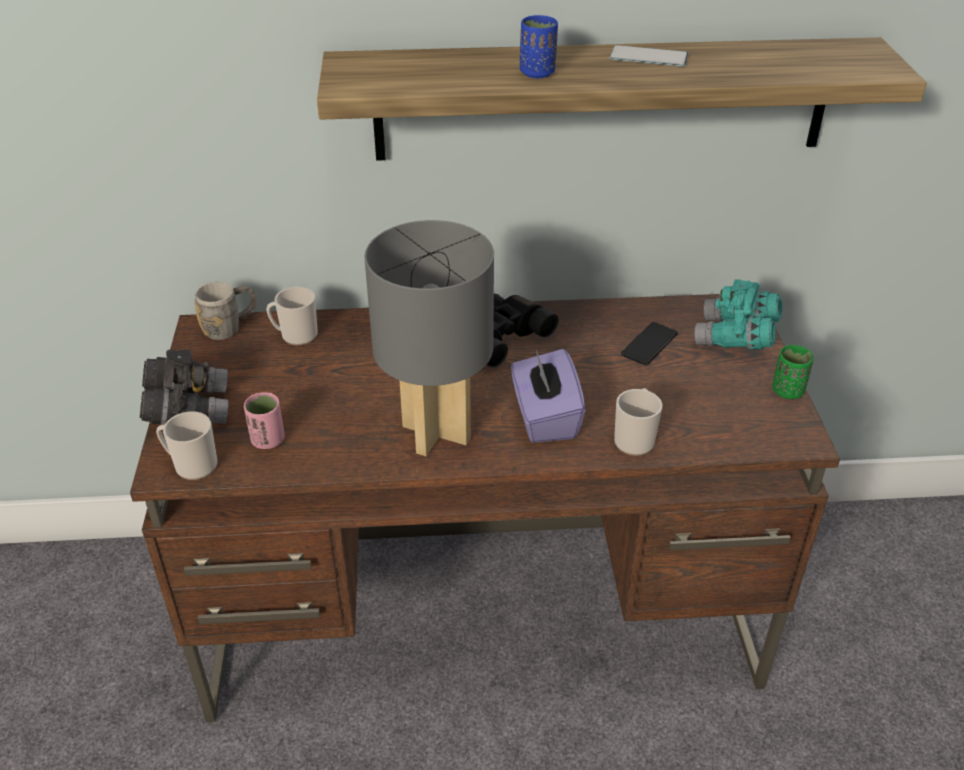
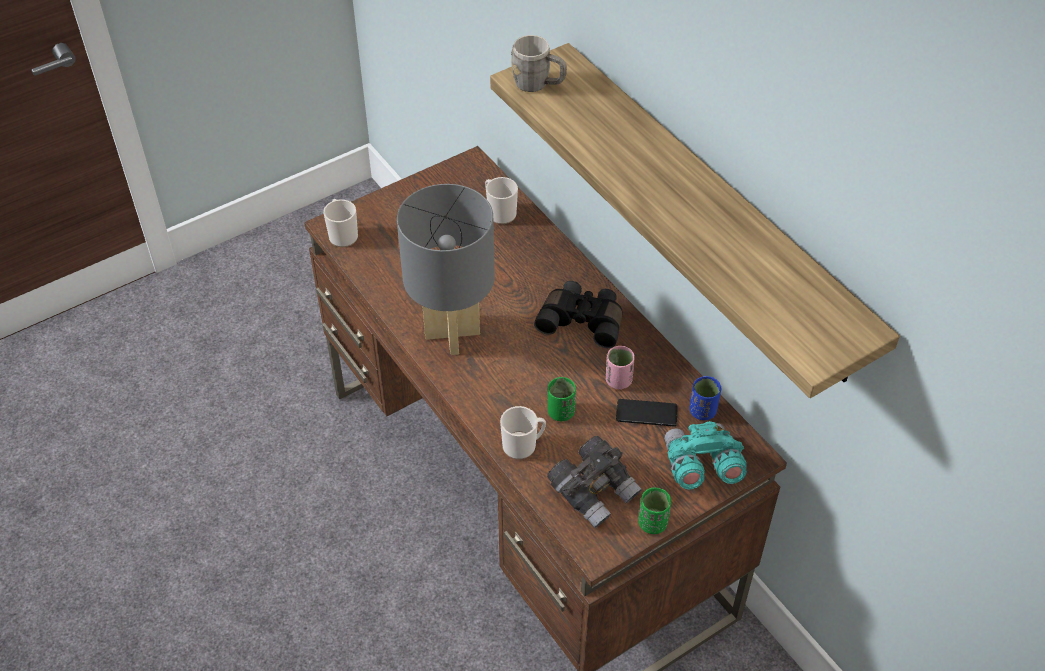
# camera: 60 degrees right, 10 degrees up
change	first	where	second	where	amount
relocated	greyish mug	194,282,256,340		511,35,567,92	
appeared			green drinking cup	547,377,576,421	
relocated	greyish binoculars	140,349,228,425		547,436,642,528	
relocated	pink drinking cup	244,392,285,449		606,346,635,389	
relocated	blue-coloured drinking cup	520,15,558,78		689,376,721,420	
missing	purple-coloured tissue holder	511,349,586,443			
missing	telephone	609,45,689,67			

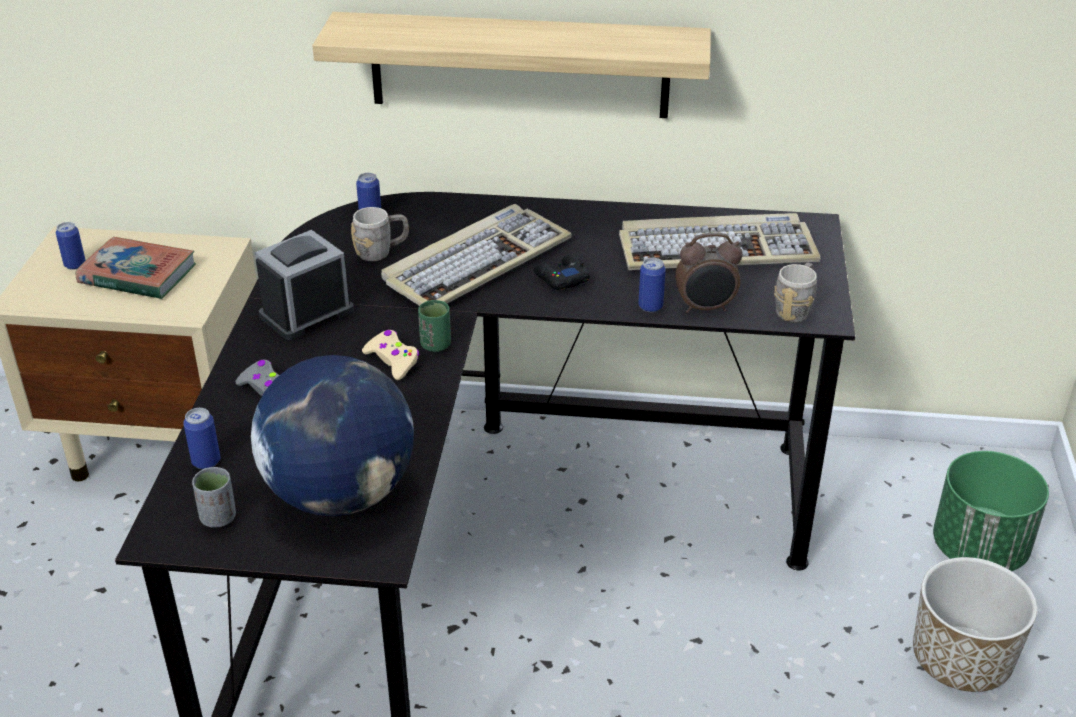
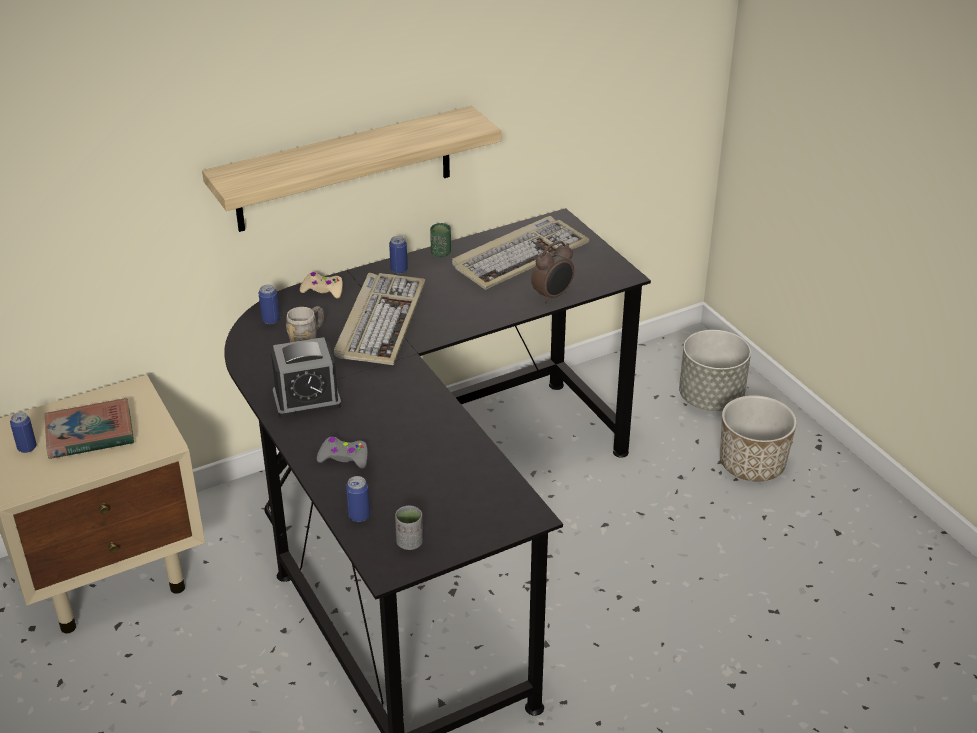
# camera: 35 degrees left, 0 degrees up
change	first	where	second	where	amount
spun	bedside clock	255,230,354,340		271,337,342,418	120 degrees counterclockwise
relocated	sand-coloured joypad	362,330,419,380		300,272,343,298	
relocated	sealed can	638,258,666,312		389,236,408,274	
relocated	green drinking cup	418,300,451,352		430,223,451,257	
colour	green flower pot	933,451,1049,571	greyish flower pot	679,330,751,411	
missing	world globe	251,355,414,516			
missing	black-coloured joypad	534,255,590,290			
missing	greyish mug	774,263,817,322			

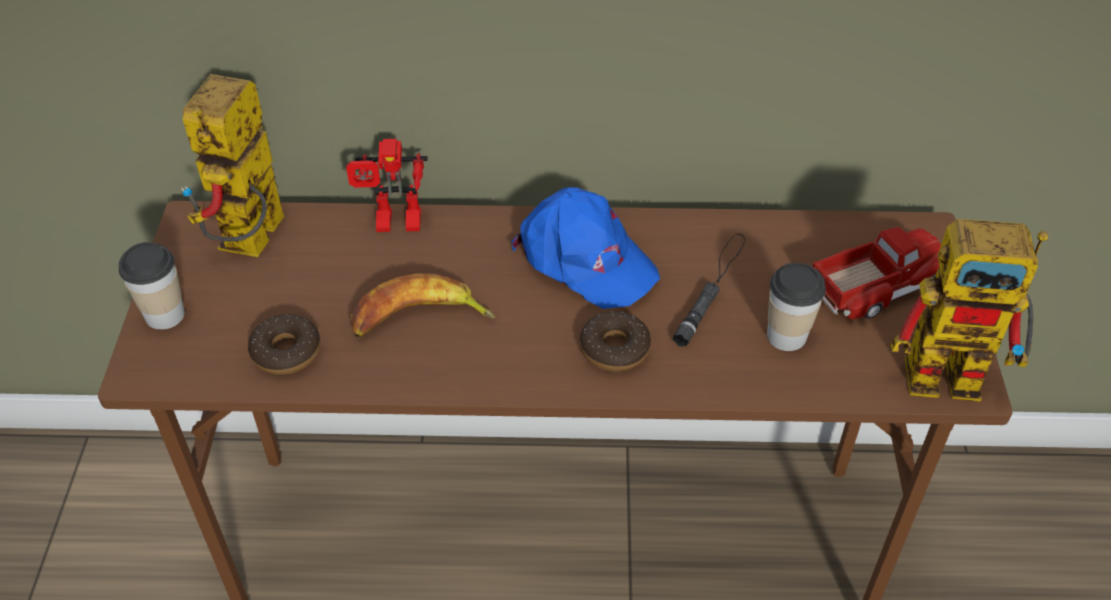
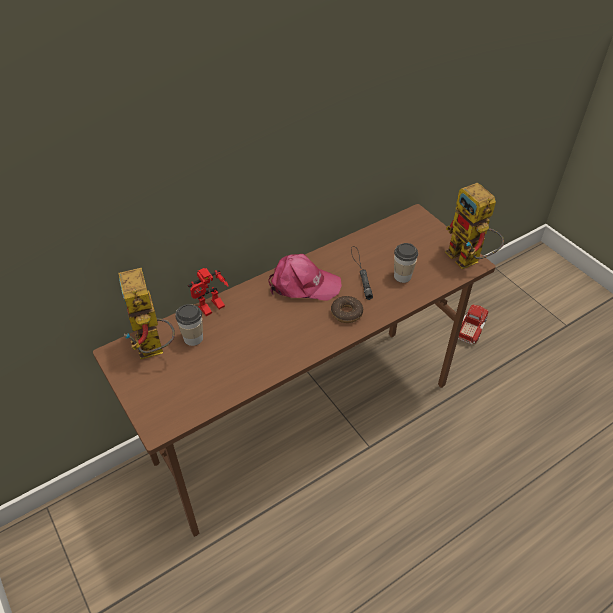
# camera: 35 degrees left, 0 degrees up
change	first	where	second	where	amount
relocated	drinking cup	119,242,185,330		175,304,203,346	
colour	blue-coloured baseball cap	511,187,660,309	pink baseball cap	268,254,342,301	
spun	model robot	891,219,1048,402		445,183,504,269	90 degrees clockwise
relocated	toy truck	813,227,941,319		458,304,488,344	
missing	donut	248,314,321,375			
missing	whole banana	351,273,495,338			

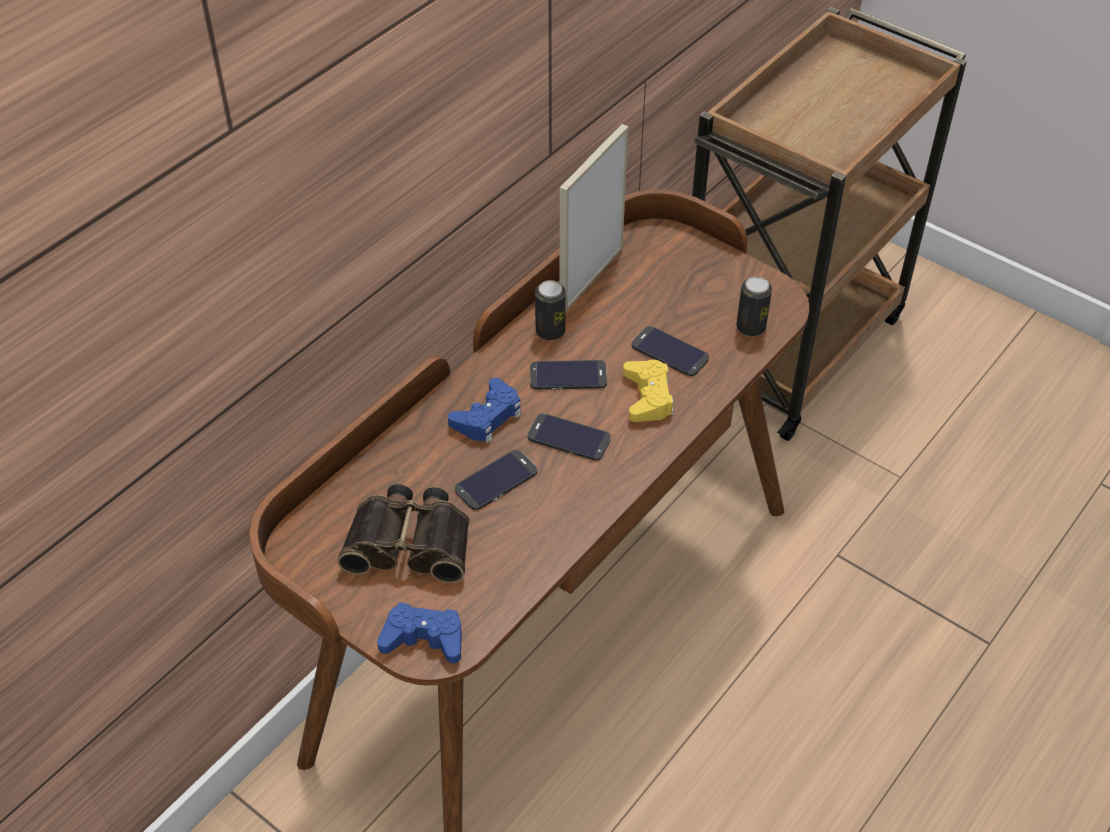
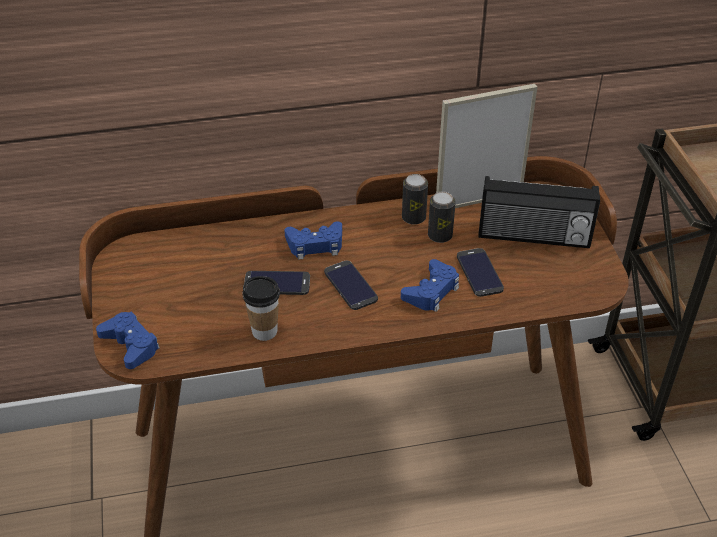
# camera: 40 degrees right, 5 degrees down
change	first	where	second	where	amount
appeared			drinking cup	242,276,280,341	
colour	yellowish joypad	623,360,674,422	blue-coloured joypad	401,259,459,312	
relocated	sealed can	736,276,772,336		428,191,456,243	
appeared			radio set	478,176,600,248	
missing	binoculars	337,484,469,583			
missing	telephone	530,360,607,390			

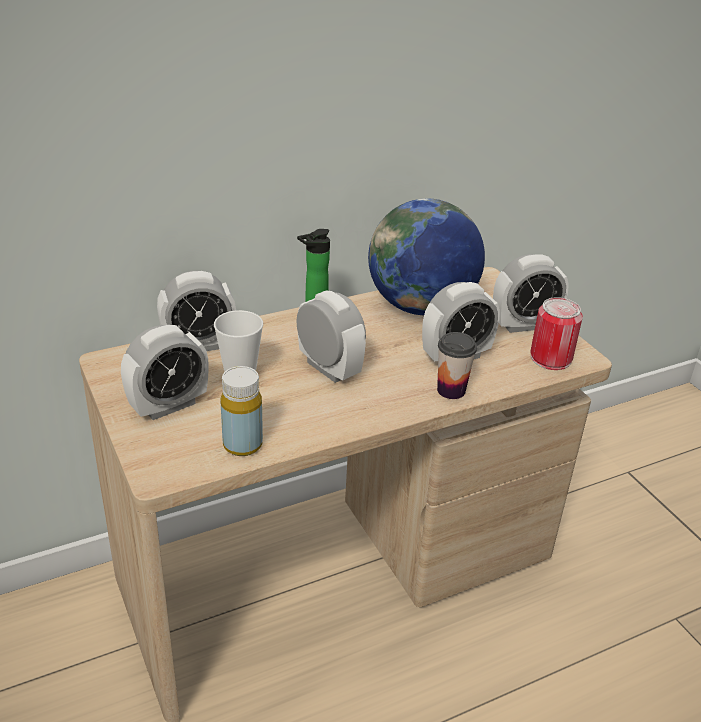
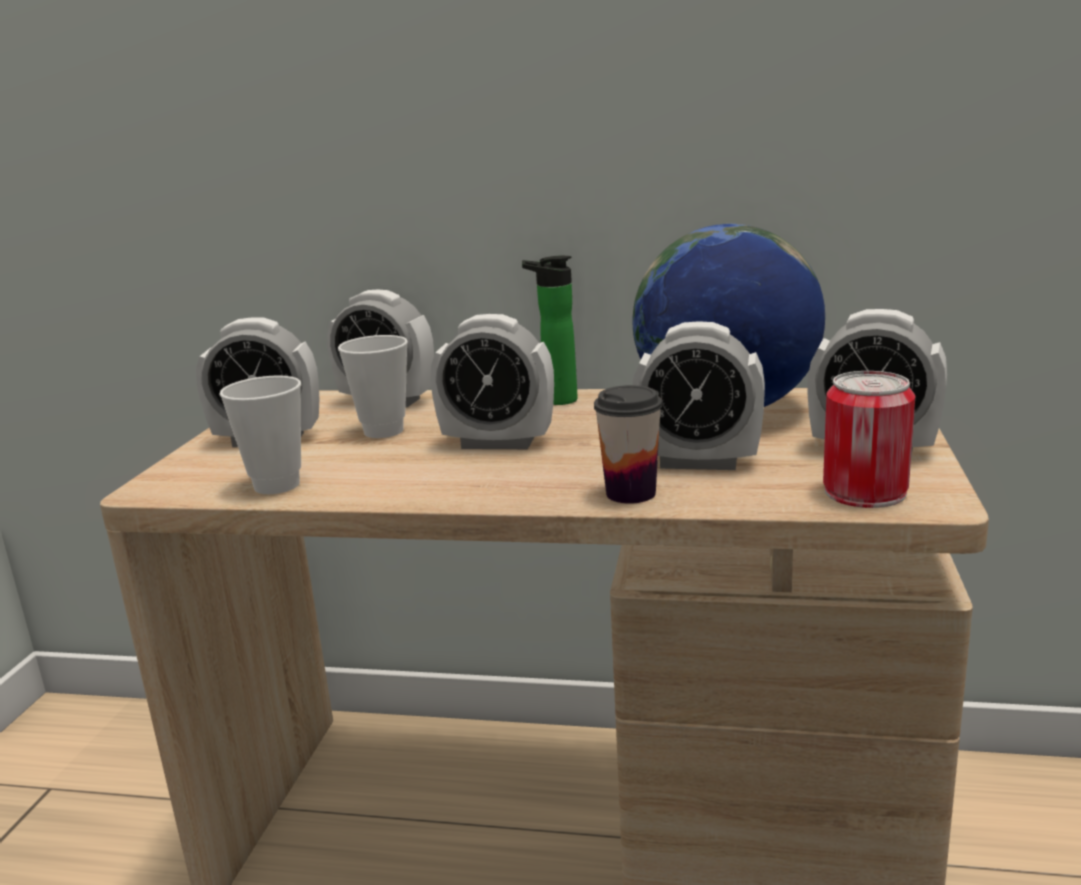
# camera: 40 degrees right, 15 degrees down
change	first	where	second	where	amount
exchanged	yellowish drink bottle	221,366,263,456	drinking cup	220,376,301,494	
spun	bedside clock	296,291,366,383		430,314,554,449	105 degrees clockwise

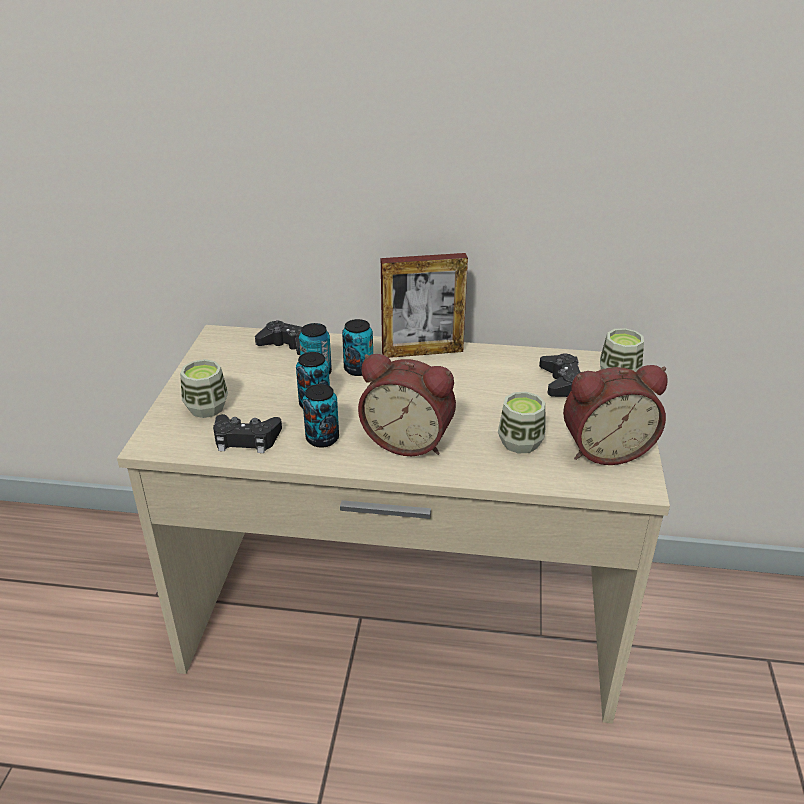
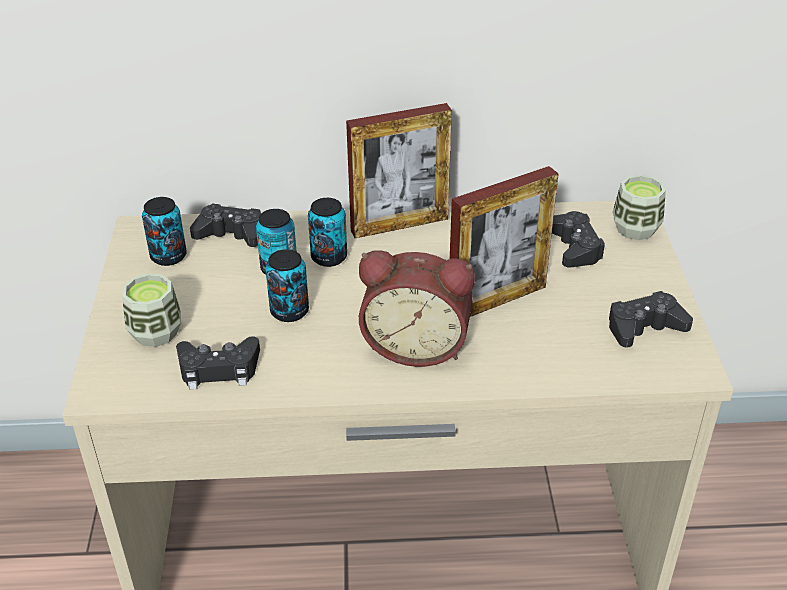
# camera: 10 degrees left, 5 degrees up
change	first	where	second	where	amount
relocated	sealed can	303,384,339,448		142,197,187,266	
appeared			standing frame	450,166,559,317	
exchanged	bedside clock	563,365,668,465	black-coloured joypad	609,291,693,347	
missing	drinking cup	498,392,545,454			

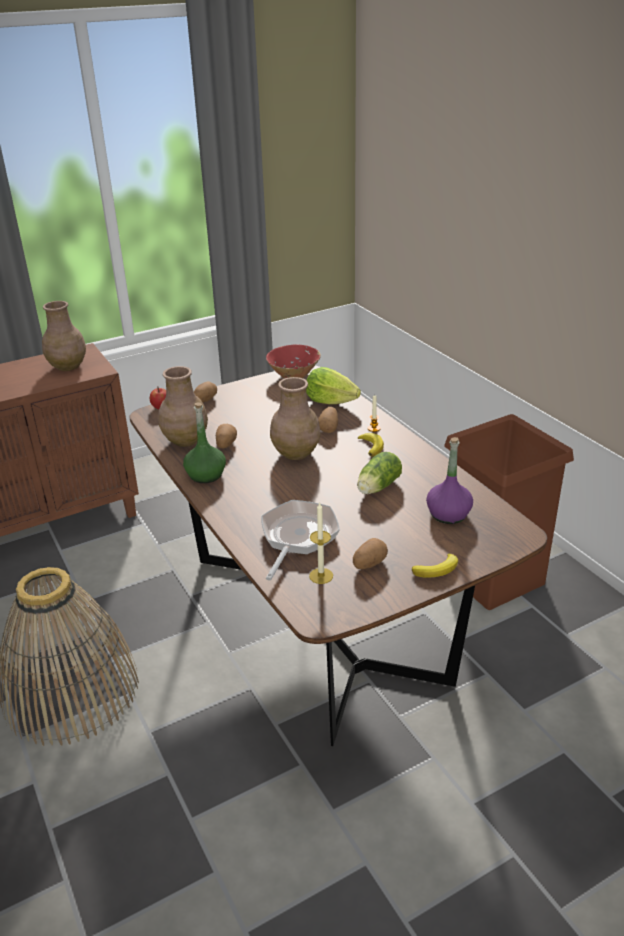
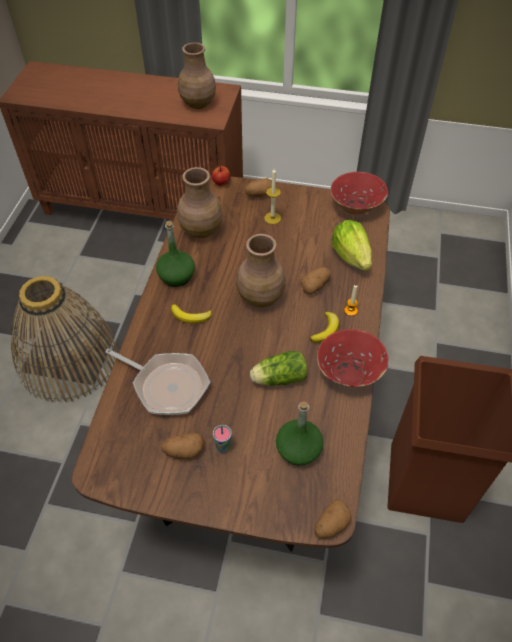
# camera: 40 degrees right, 20 degrees up
change	first	where	second	where	amount
spun	frying pan	261,500,340,581		105,349,210,415	60 degrees clockwise
relocated	whole banana	412,553,458,578		171,304,212,324	
appeared			drinking cup	213,425,232,453	
relocated	wax candle	309,502,333,584		264,169,281,224	
colour	purple-coloured drink bottle	426,437,473,524	green drink bottle	276,401,324,466	
relocated	potato	216,424,237,449		314,499,352,539	
appeared			red deep dish	317,329,389,387	

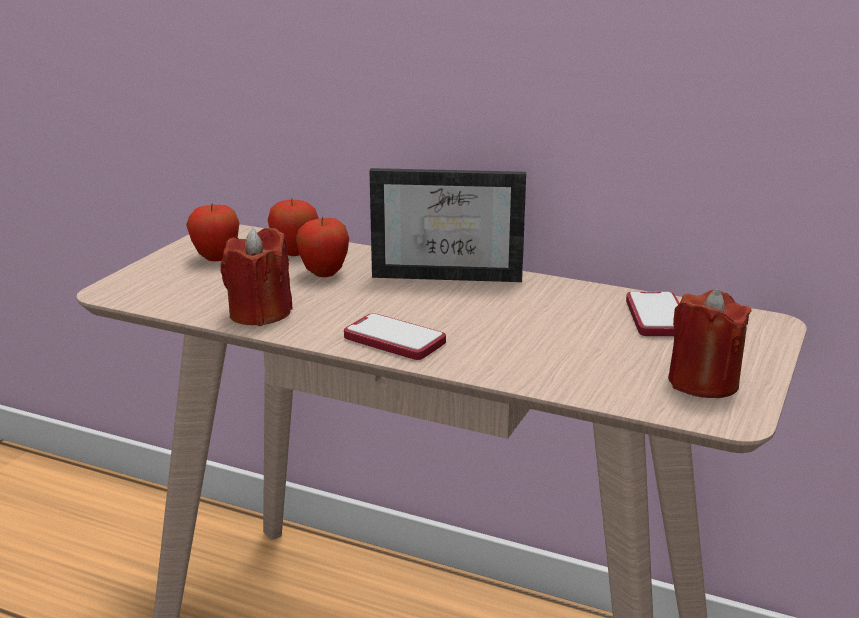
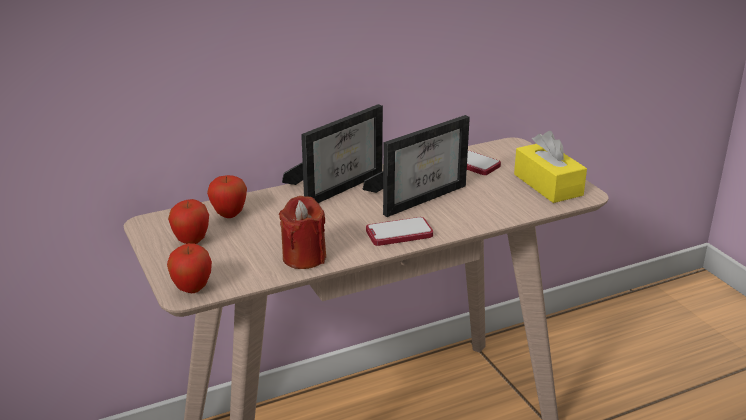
# camera: 50 degrees left, 5 degrees up
change	first	where	second	where	amount
relocated	whole apple	296,217,349,277		167,243,212,293	
appeared			standing frame	363,115,470,217	
exchanged	red wax candle	668,289,751,398	yellowish tissue holder	514,131,587,203	

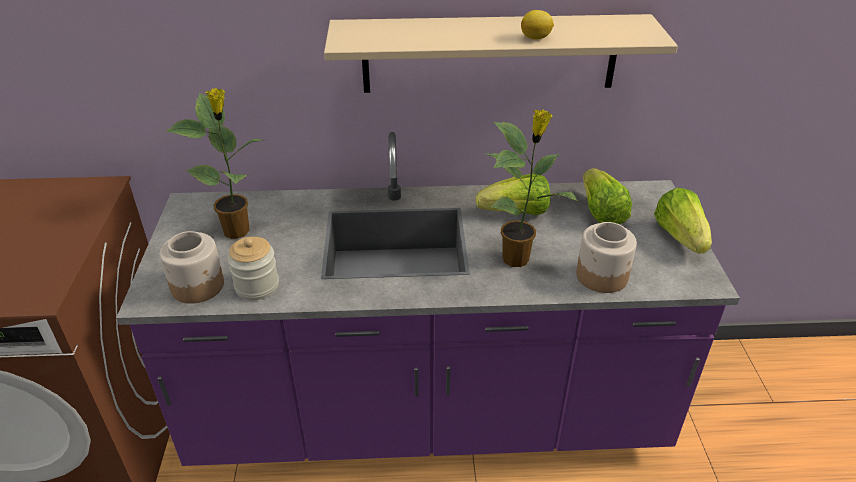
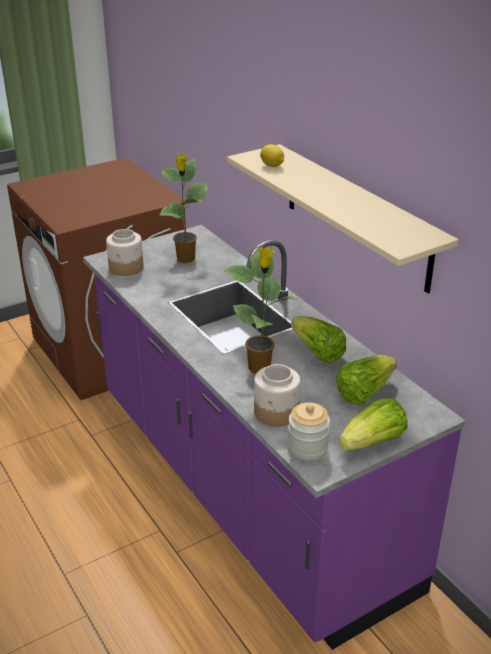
# camera: 60 degrees right, 5 degrees down
change	first	where	second	where	amount
relocated	lemon	521,10,554,40		260,144,284,167	
relocated	storage jar	228,237,279,301		288,403,330,461	

